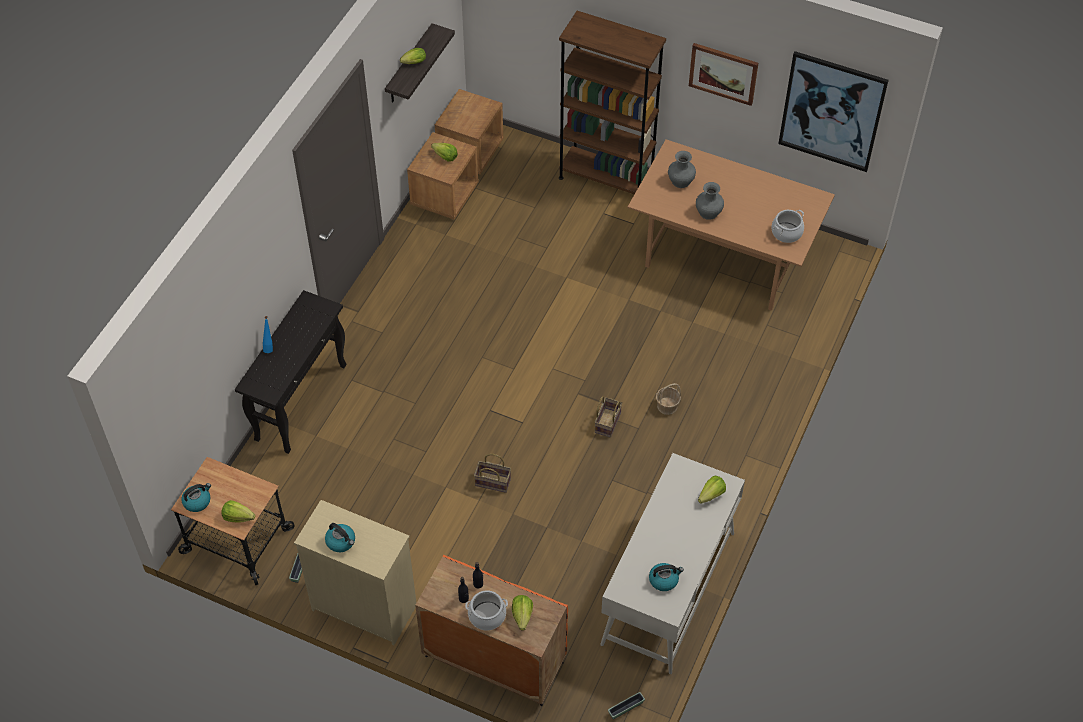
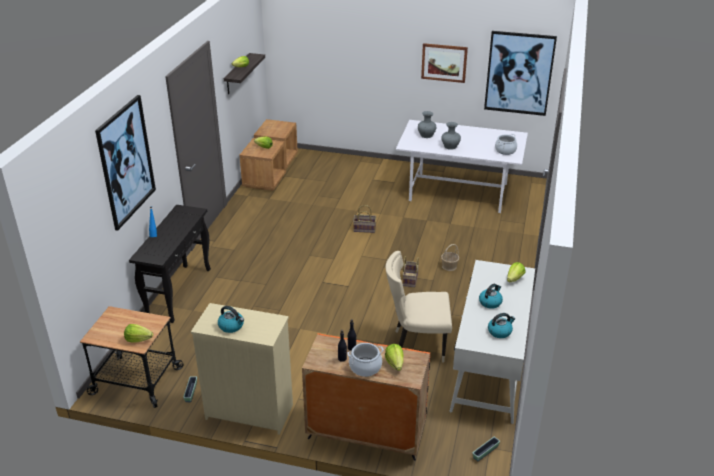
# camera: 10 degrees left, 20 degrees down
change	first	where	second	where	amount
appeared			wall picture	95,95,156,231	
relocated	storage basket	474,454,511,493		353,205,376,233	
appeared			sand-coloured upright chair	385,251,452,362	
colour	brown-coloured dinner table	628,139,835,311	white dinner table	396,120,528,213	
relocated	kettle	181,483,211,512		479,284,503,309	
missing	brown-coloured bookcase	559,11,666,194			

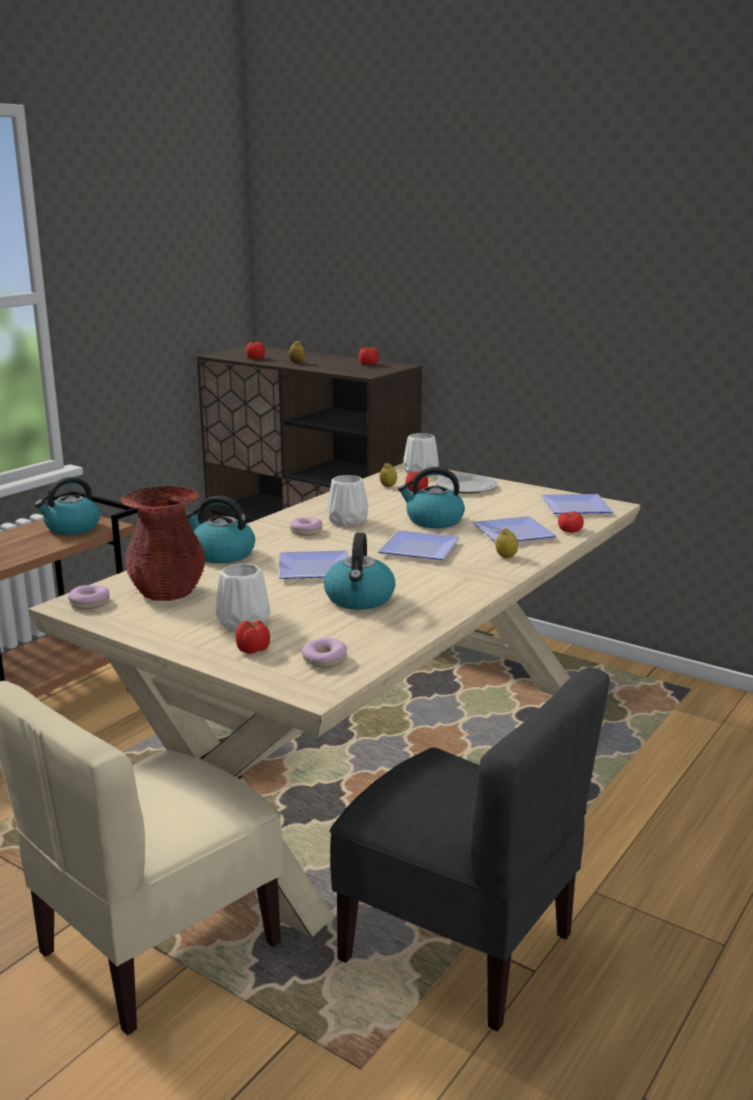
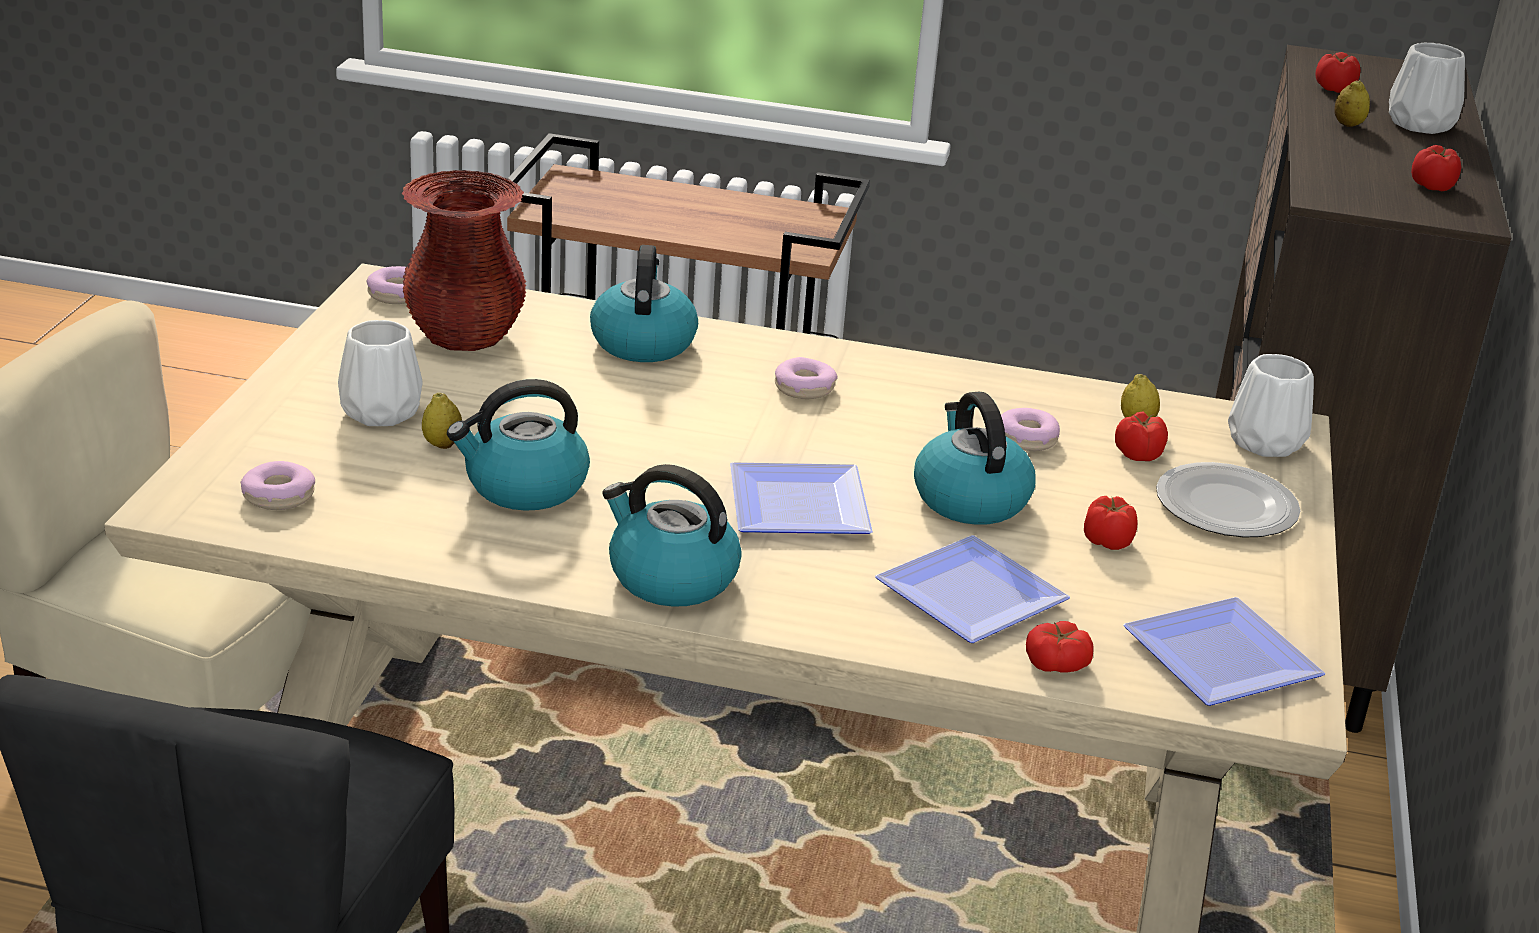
# camera: 65 degrees right, 10 degrees up
change	first	where	second	where	amount
relocated	lemon	496,528,518,558		422,393,462,449	
relocated	kettle	35,477,100,535		602,464,742,607	
appeared			donut	1001,408,1060,451	
relocated	fresh tomato	236,620,270,654		1084,496,1138,550	
relocated	white flower vase	327,475,368,526		1389,43,1465,134	
missing	dinner plate	279,550,349,579			

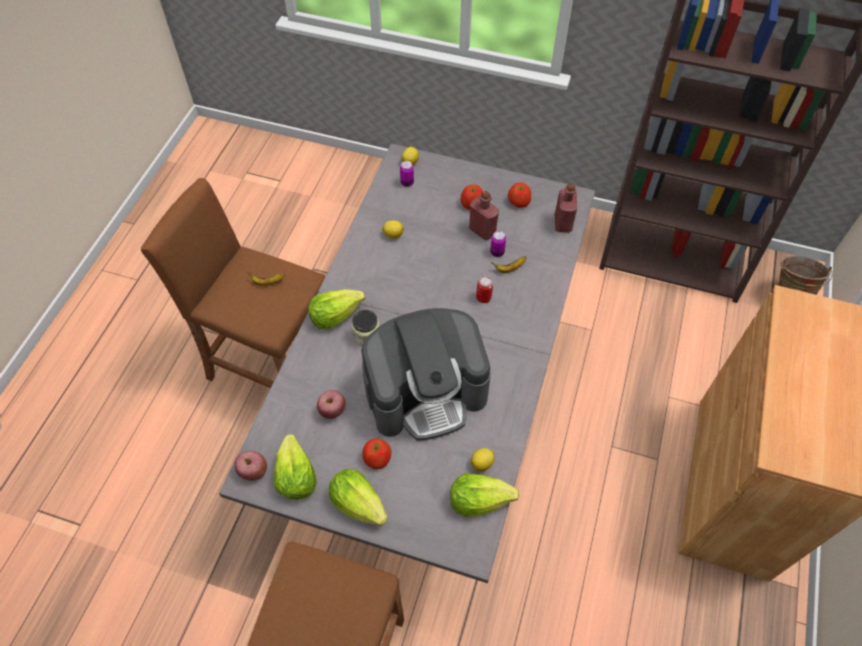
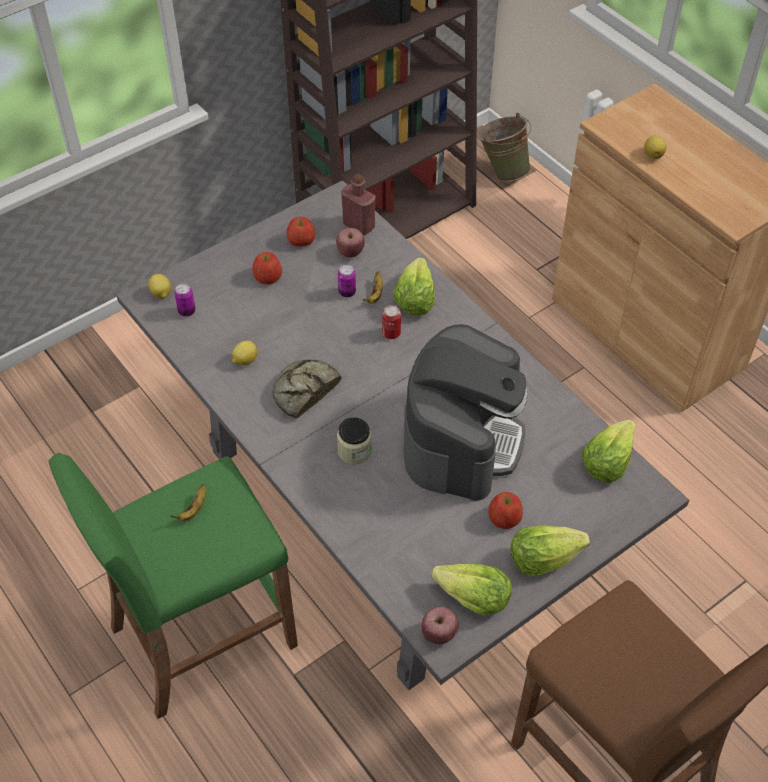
# camera: 55 degrees left, 5 degrees down
change	first	where	second	where	amount
colour	brown-coloured sitting stool	141,178,325,388	green sitting stool	49,453,298,719	
appeared			bakery bread	272,359,342,419	
relocated	whole apple	317,390,346,419		336,228,365,257	
relocated	lettuce	308,289,365,330		393,257,435,316	
relocated	lemon	471,448,495,471		644,135,666,159	
missing	red drink bottle	469,191,499,240			

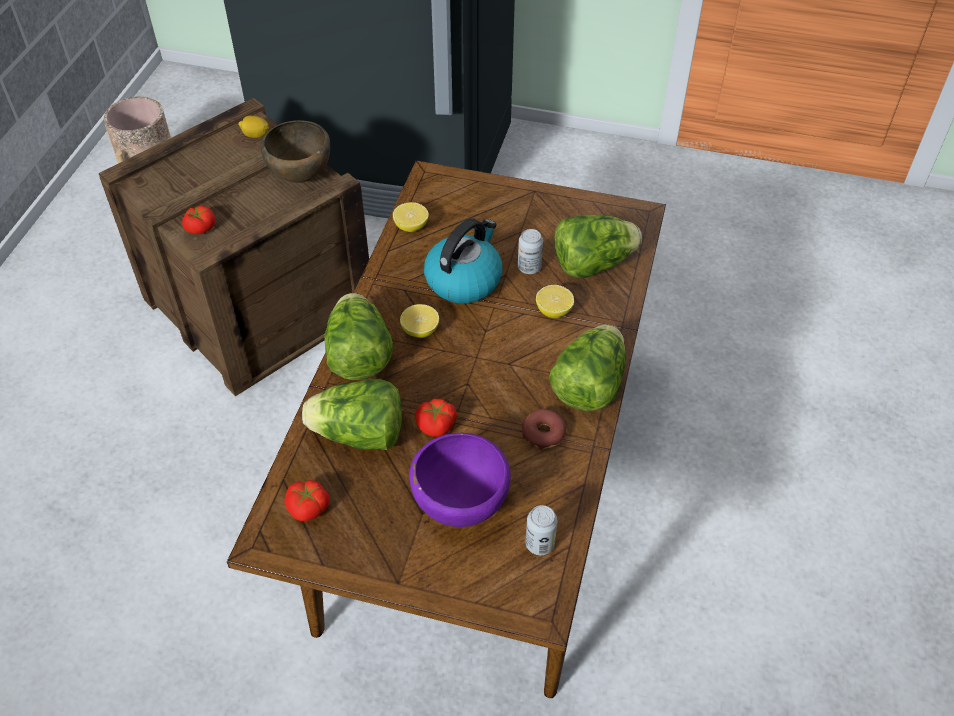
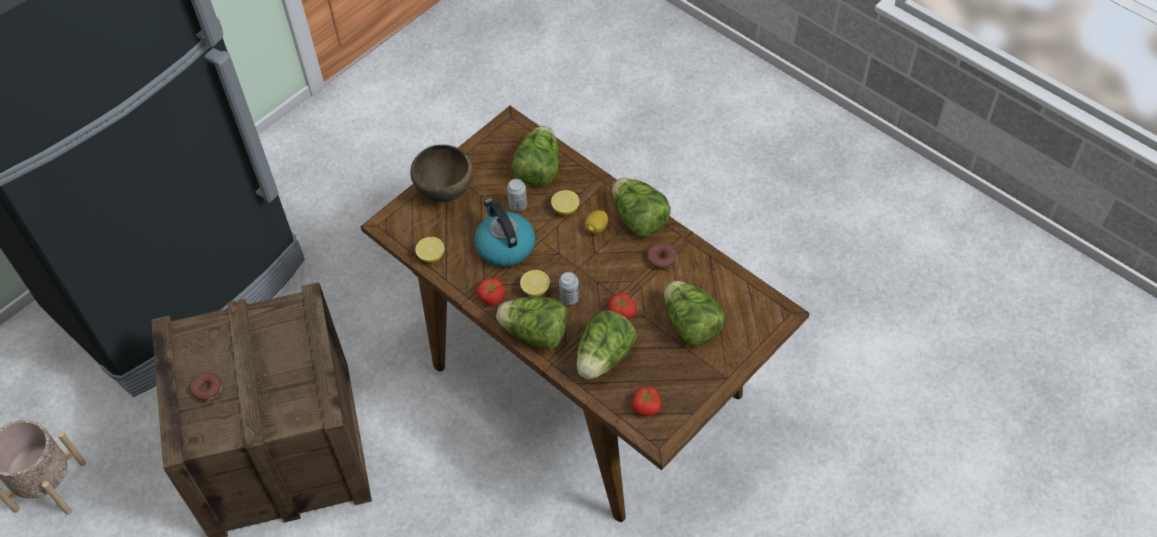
# camera: 60 degrees left, 5 degrees up
change	first	where	second	where	amount
appeared			donut	190,372,222,403	
relocated	brown-coloured deep dish	261,120,330,183		410,145,473,202	
relocated	fresh tomato	182,206,216,234		476,278,505,306	
relocated	sealed can	526,505,557,555		559,272,579,305	
relocated	lemon	239,116,269,138		584,210,608,234	
exchanged	purple-coloured deep dish	409,433,511,527	lettuce	664,281,725,346	

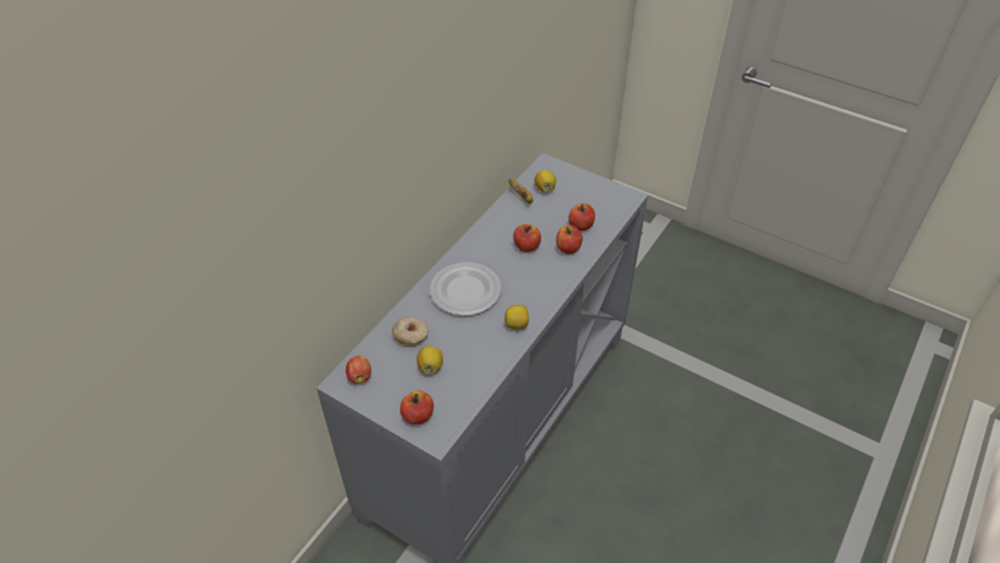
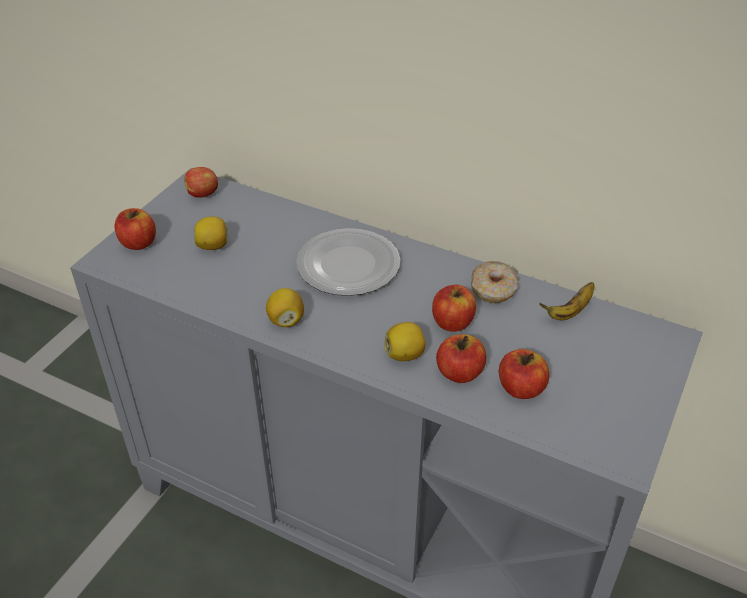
# camera: 85 degrees right, 5 degrees down
change	first	where	second	where	amount
relocated	lemon	534,170,556,192		384,322,425,361	
relocated	donut	392,317,428,346		471,261,519,303	

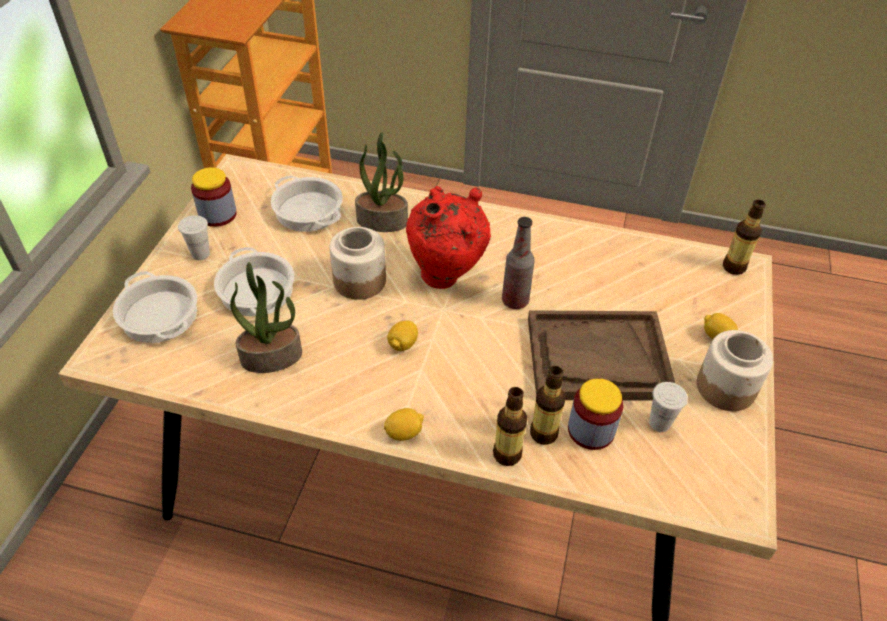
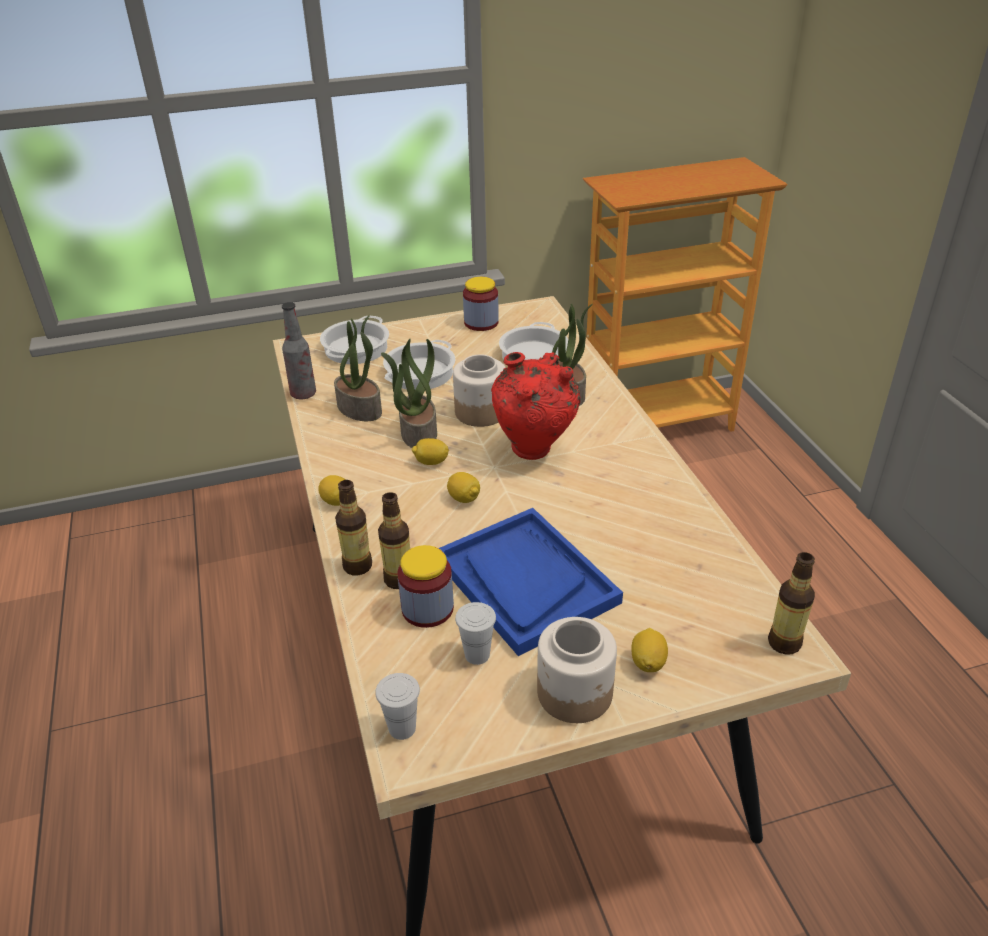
# camera: 60 degrees right, 10 degrees down
change	first	where	second	where	amount
relocated	drink bottle	502,217,535,309		282,302,316,399	
relocated	white drinking cup	178,215,210,260		375,673,420,740	
appeared			plant in a pot	381,339,437,448	
colour	brown-coloured carrying tray	528,310,676,401	blue-coloured carrying tray	438,508,623,656	
appeared			lemon	447,472,480,503	

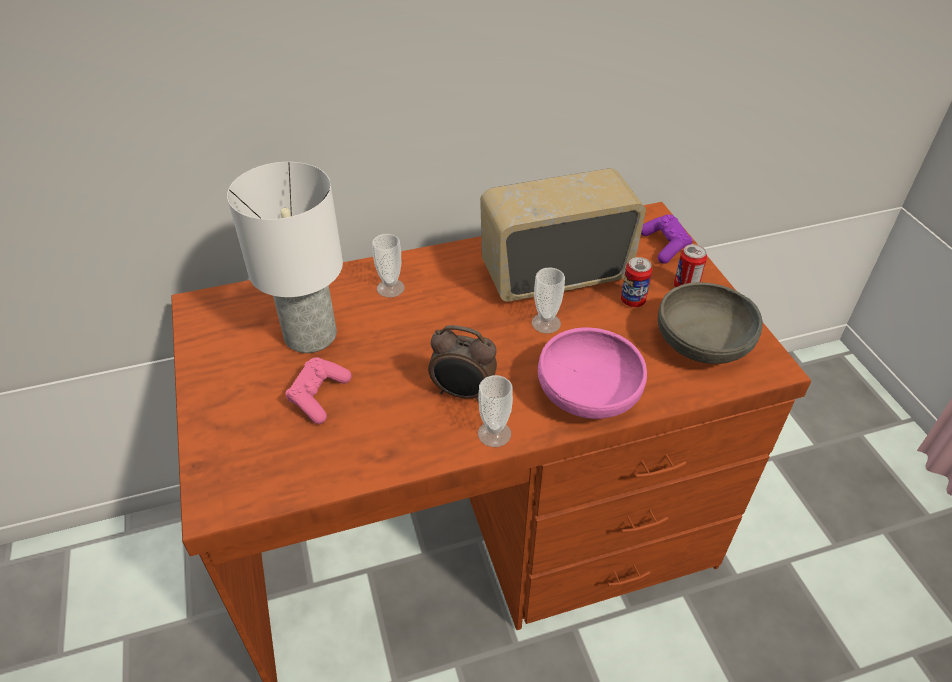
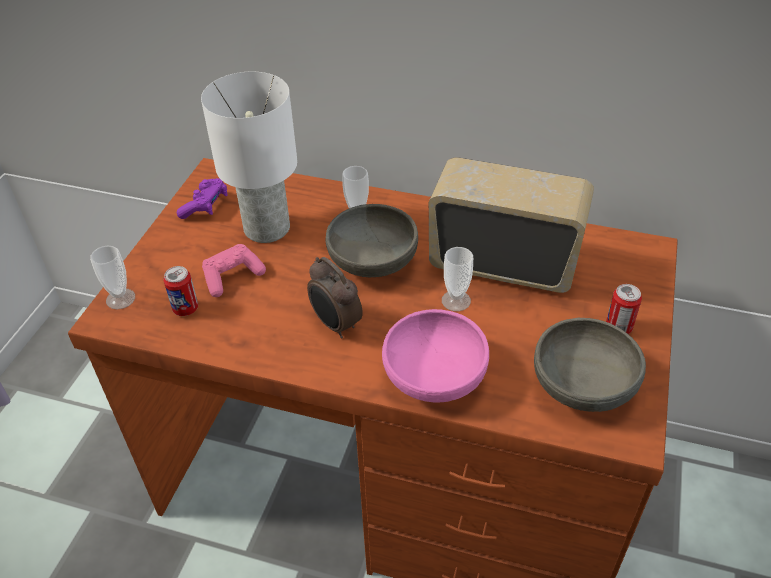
# camera: 35 degrees right, 0 degrees up
change	first	where	second	where	amount
relocated	drinking cup	478,375,513,447		90,246,135,309	
relocated	sealed can	621,257,652,307		163,266,198,316	
relocated	purple-coloured joypad	641,214,693,264		177,178,227,219	
appeared			greyish deep dish	326,204,418,277	

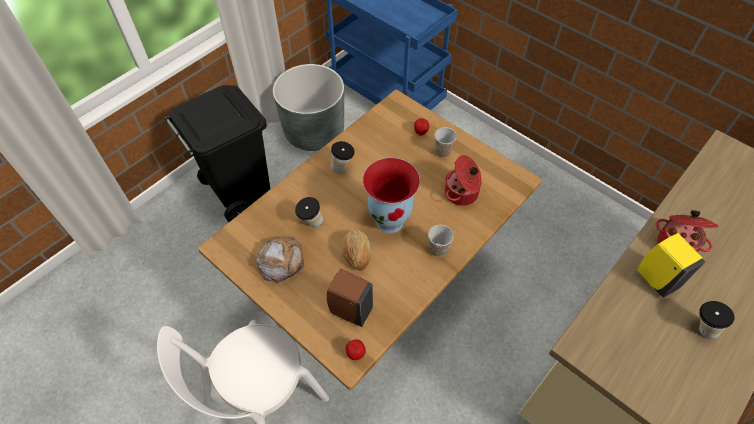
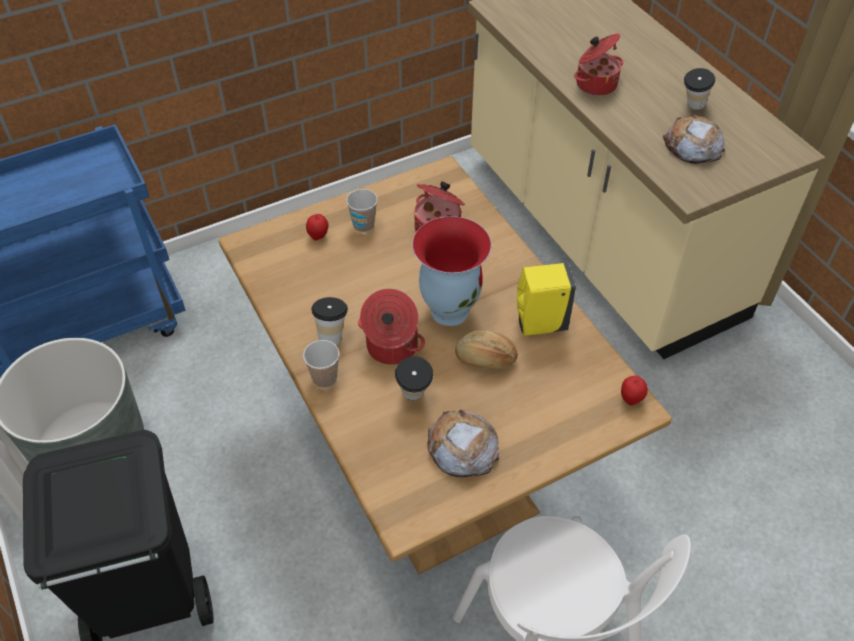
# camera: 70 degrees left, 5 degrees down
change	first	where	second	where	amount
relocated	drinking cup	428,225,454,257		303,340,339,388	
appeared			cooking pot	358,289,425,365	
relocated	yellowish soap dispenser	637,233,706,298		517,263,576,336	
appeared			bakery bread	663,114,725,164	
missing	brown-coloured soap dispenser	327,269,373,327			

